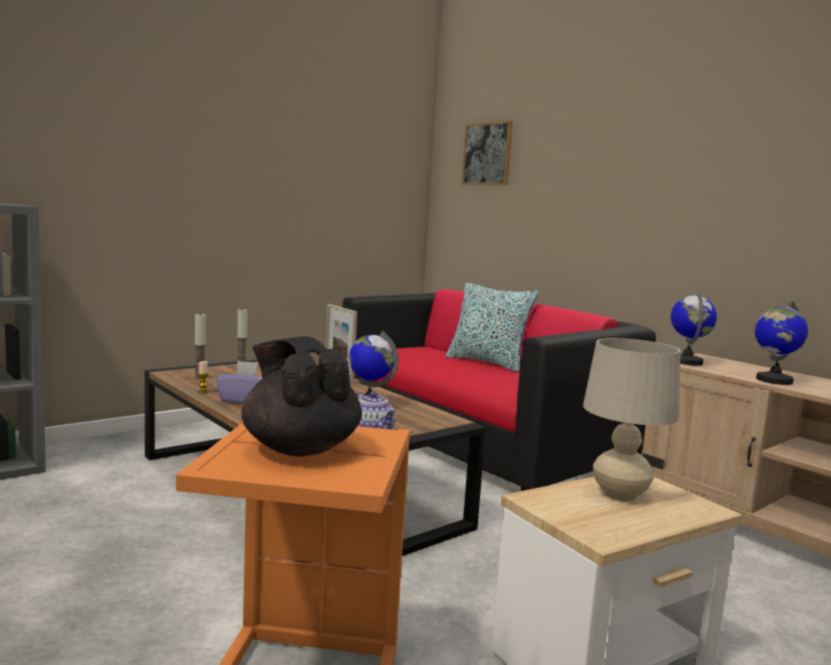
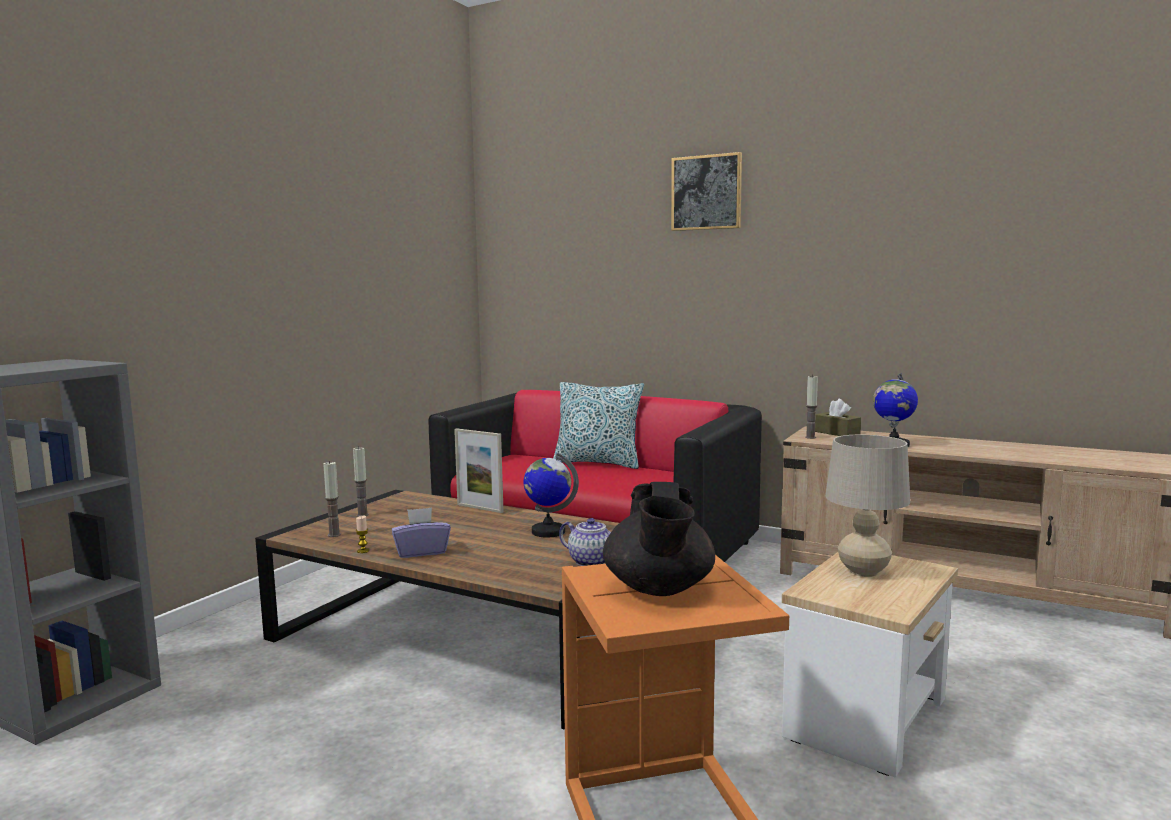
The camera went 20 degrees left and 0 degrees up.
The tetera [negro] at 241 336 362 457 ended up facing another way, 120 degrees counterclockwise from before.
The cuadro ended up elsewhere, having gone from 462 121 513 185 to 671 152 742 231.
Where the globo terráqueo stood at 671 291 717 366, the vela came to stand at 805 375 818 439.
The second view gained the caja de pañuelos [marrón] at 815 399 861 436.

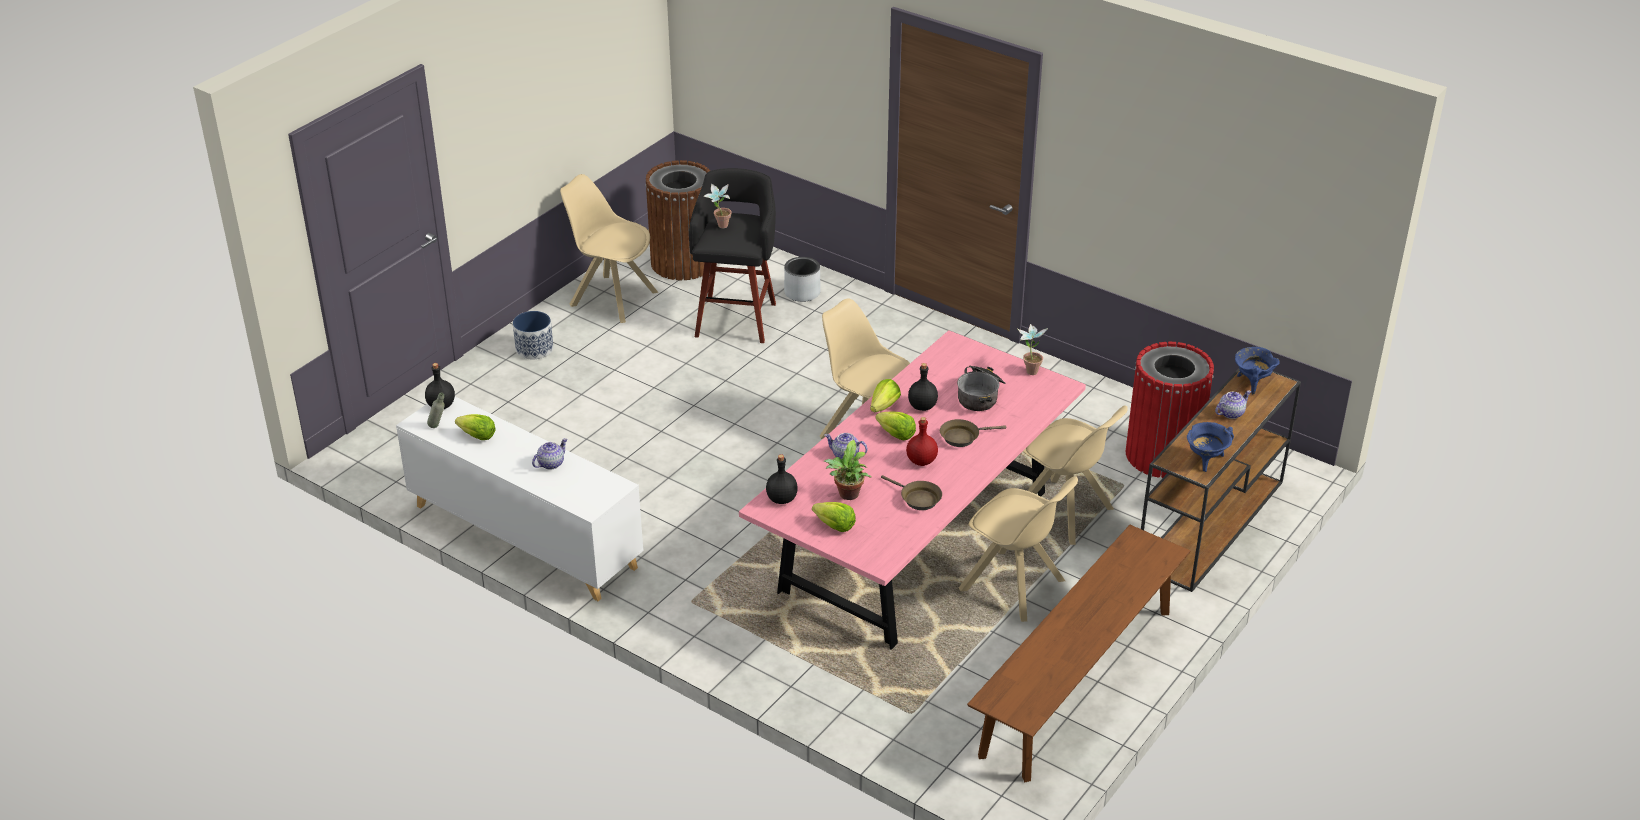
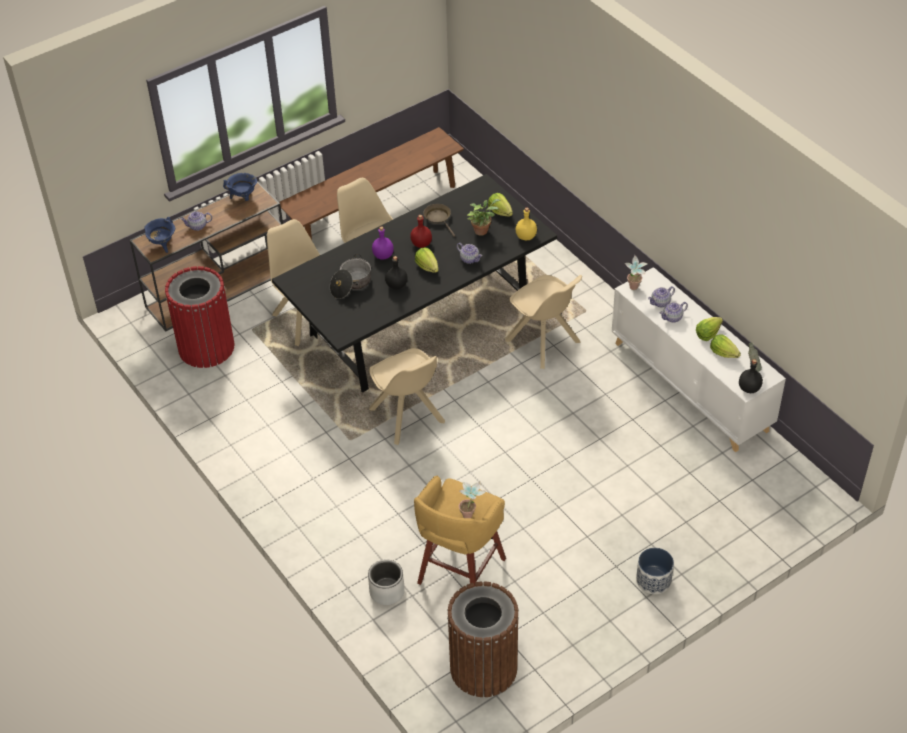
The camera went 160 degrees left and 10 degrees up.
What was the mesa de comedor [rosa] at 739 330 1086 650 turned into the mesa de comedor [negro] at 272 174 557 393.
Where the sartén [marrón] stood at 940 419 1006 447, the botella [morado] came to stand at 372 226 394 259.
What was the taburete [negro] at 689 168 776 343 turned into the taburete [amarillo] at 414 475 506 587.
The silla [beis] ended up elsewhere, having gone from 560 174 659 323 to 505 275 582 369.
What was the botella [negro] at 766 455 798 504 turned into the botella [amarillo] at 516 208 537 240.
The planta en maceta ended up elsewhere, having gone from 1018 324 1048 375 to 625 255 647 290.
The second view gained the tetera at 648 286 675 307.
The lechuga ended up elsewhere, having gone from 870 379 901 412 to 696 317 723 341.

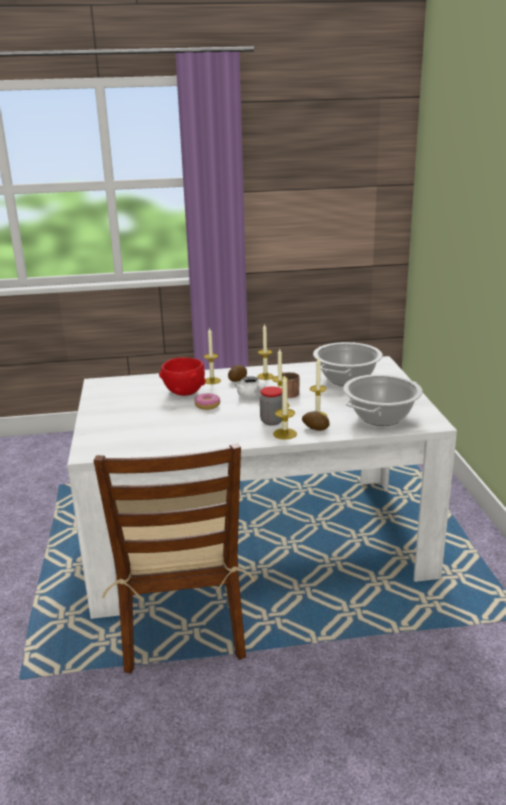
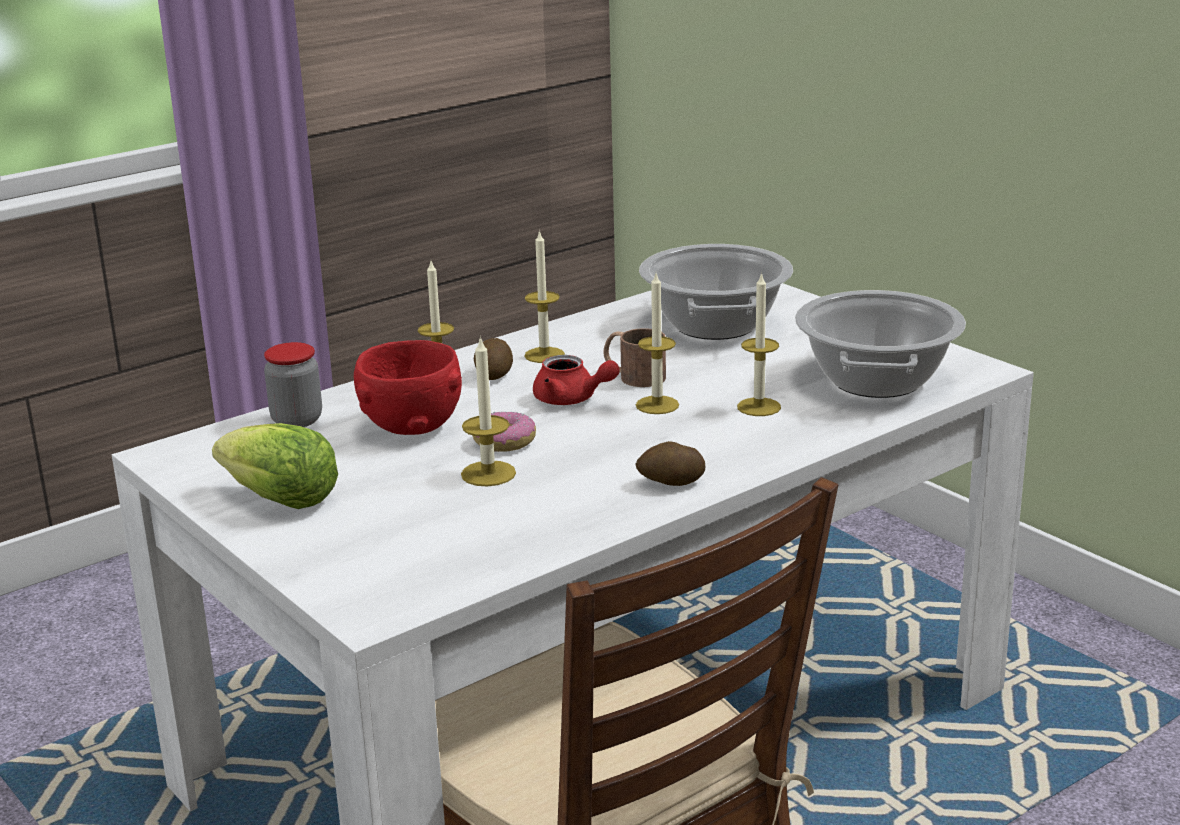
The camera went 30 degrees left and 0 degrees up.
The second view gained the lechuga at 212 423 338 509.
The tarro ended up elsewhere, having gone from 260 386 282 425 to 264 342 322 427.
The vela ended up elsewhere, having gone from 273 376 297 440 to 461 336 516 486.
What was the tetera [blanco] at 235 376 266 398 turned into the tetera [rojo] at 533 355 620 405.
The patata ended up elsewhere, having gone from 302 411 329 431 to 635 441 705 486.

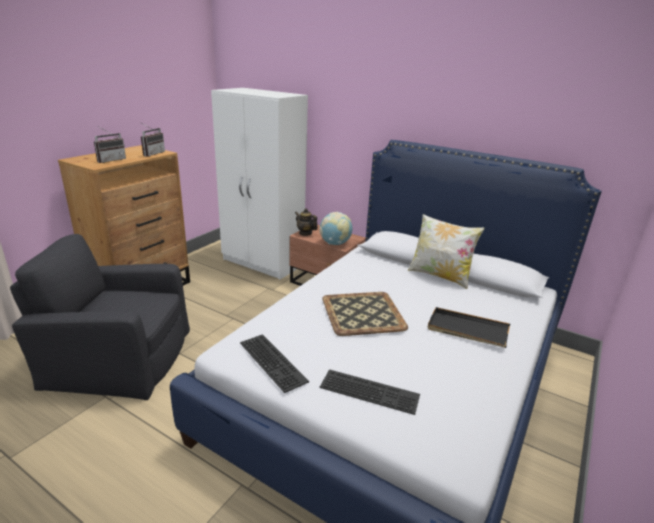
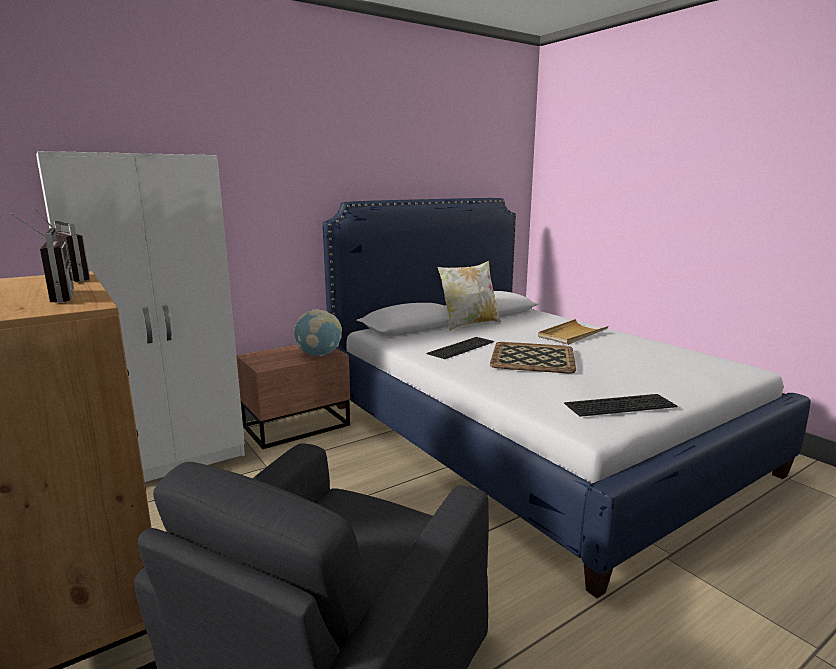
The camera went 65 degrees left and 10 degrees down.
The teclado ended up elsewhere, having gone from 320 369 420 415 to 427 337 494 359.
What was the bandeja [negro] at 428 307 510 348 turned into the bandeja [beis] at 538 319 609 345.
The second view lost the tetera at 295 208 318 236.

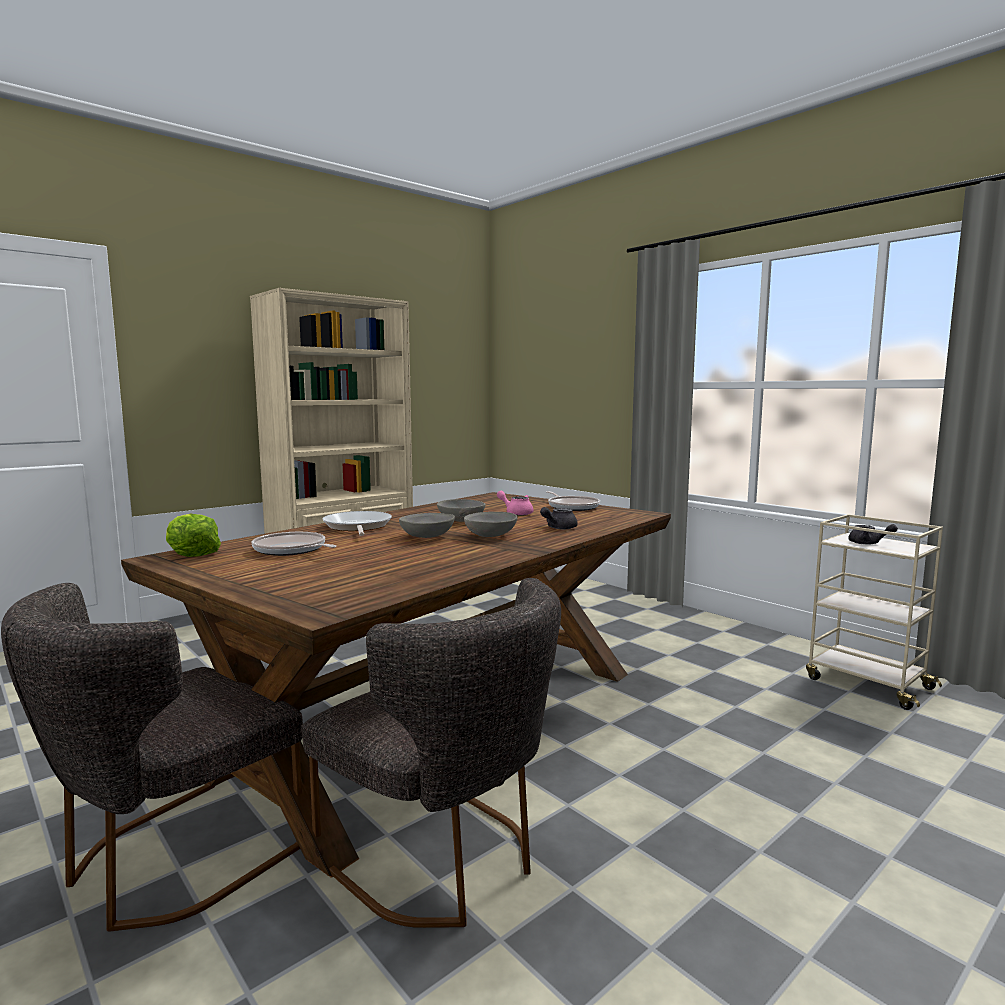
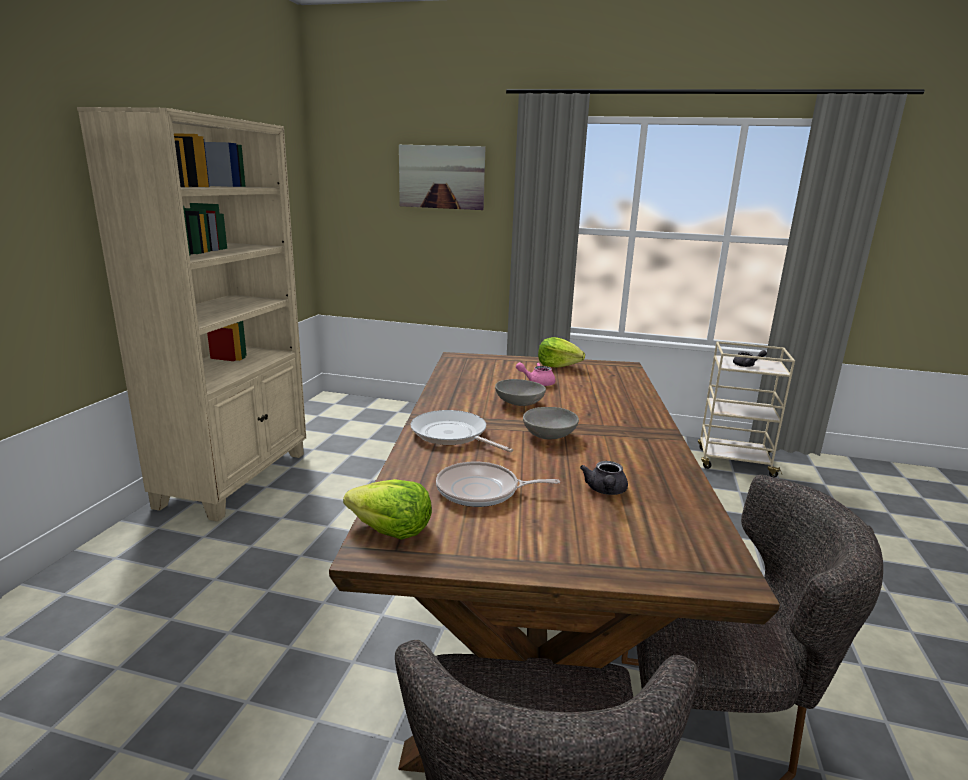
The camera went 35 degrees left and 10 degrees up.
The second view gained the cuadro at 399 145 485 210.
Where the sartén stood at 546 491 600 511, the lechuga came to stand at 538 337 585 368.
The tetera [gris] ended up elsewhere, having gone from 540 507 578 529 to 580 461 628 495.
The second view lost the cuenco [gris] at 464 512 518 537.

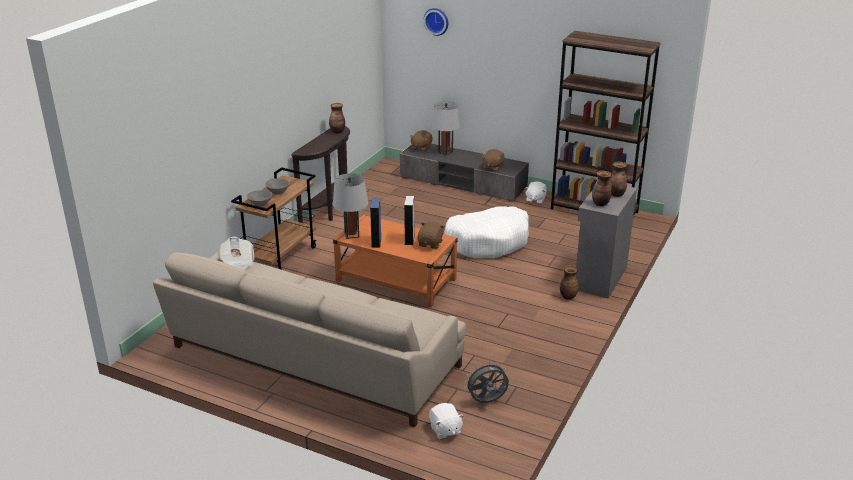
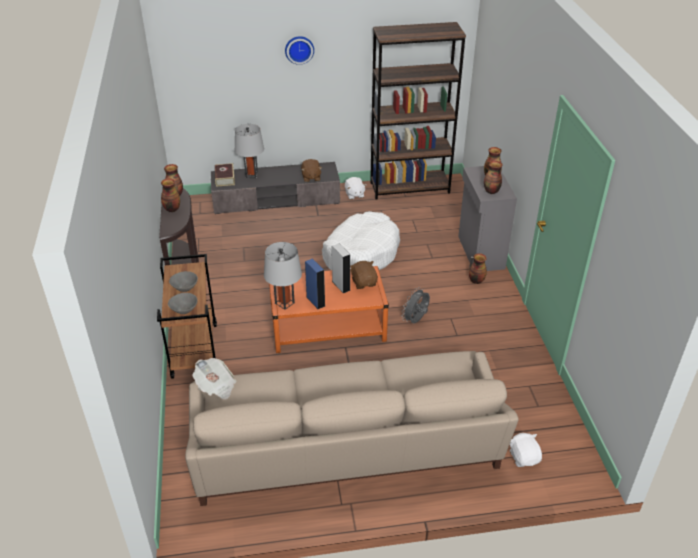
The camera went 35 degrees left and 10 degrees up.
The second view gained the florero at 161 178 180 212.
Where the peluche [marrón] stood at 410 130 433 152, the libro came to stand at 215 163 235 187.
The reloj de pared ended up elsewhere, having gone from 424 8 448 36 to 285 36 314 65.
The ventilador [gris] ended up elsewhere, having gone from 464 362 509 403 to 402 287 430 323.
The peluche [blanco] at 429 403 464 439 ended up facing another way, 135 degrees counterclockwise from before.

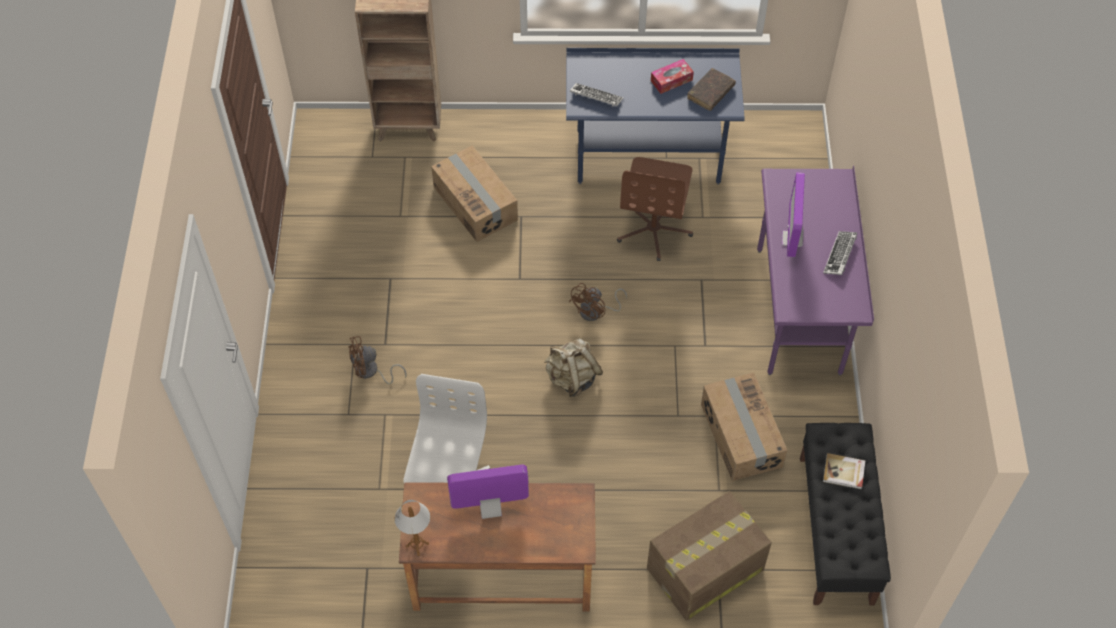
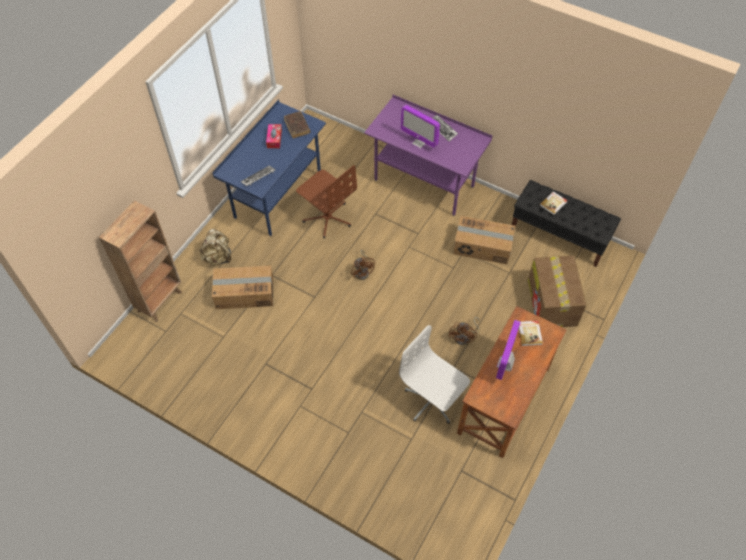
The camera went 60 degrees left and 0 degrees up.
The mochila [beis] ended up elsewhere, having gone from 544 338 603 397 to 199 229 231 266.
The ventilador [marrón] ended up elsewhere, having gone from 348 336 407 384 to 449 317 480 345.
The second view gained the libro at 519 321 543 346.
The second view lost the lámpara de mesa at 395 500 430 556.

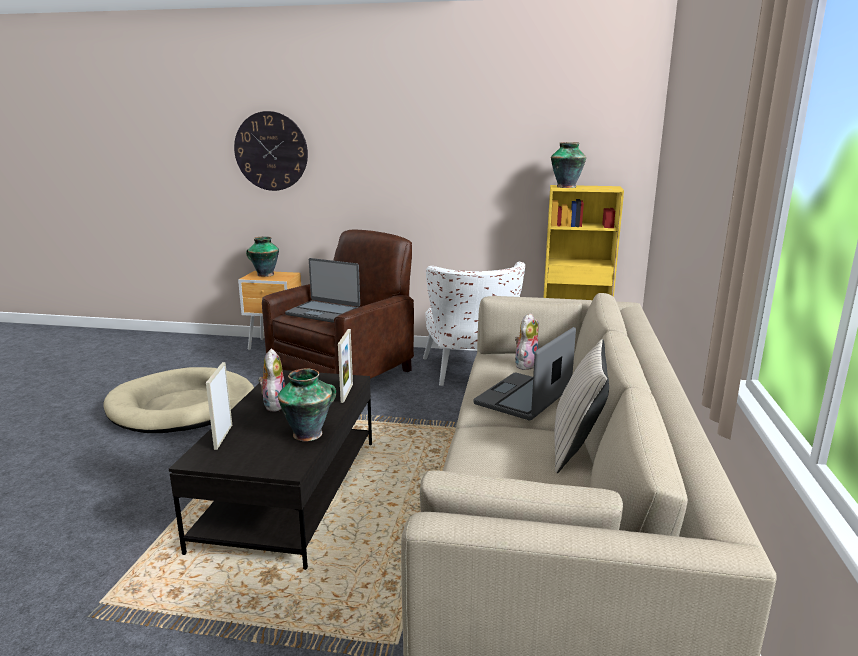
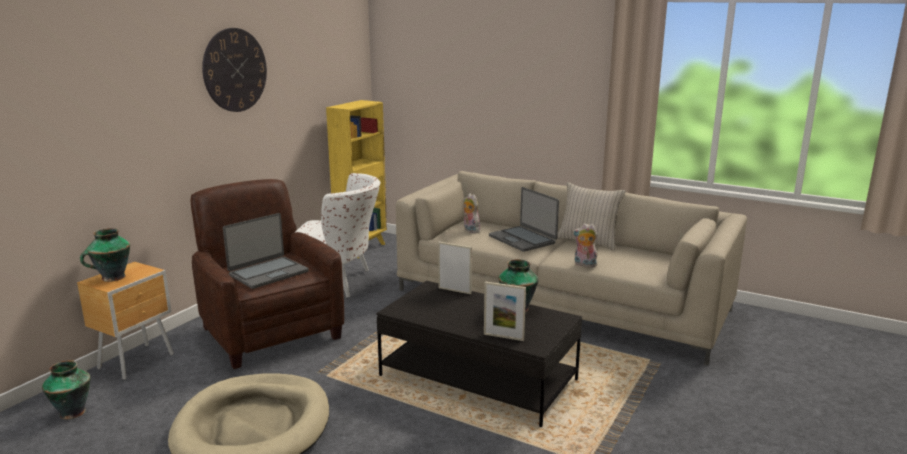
The camera went 70 degrees left and 0 degrees up.
The florero ended up elsewhere, having gone from 551 142 586 188 to 42 360 91 419.
The reloj de pared ended up elsewhere, having gone from 234 111 308 191 to 202 28 267 112.
The peluche ended up elsewhere, having gone from 258 349 285 412 to 572 223 598 267.

